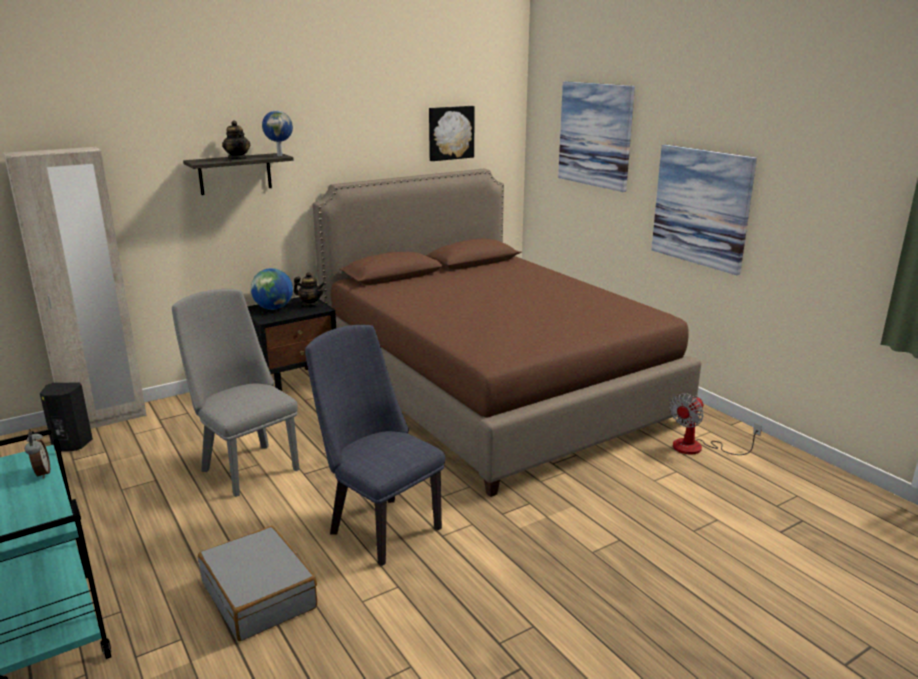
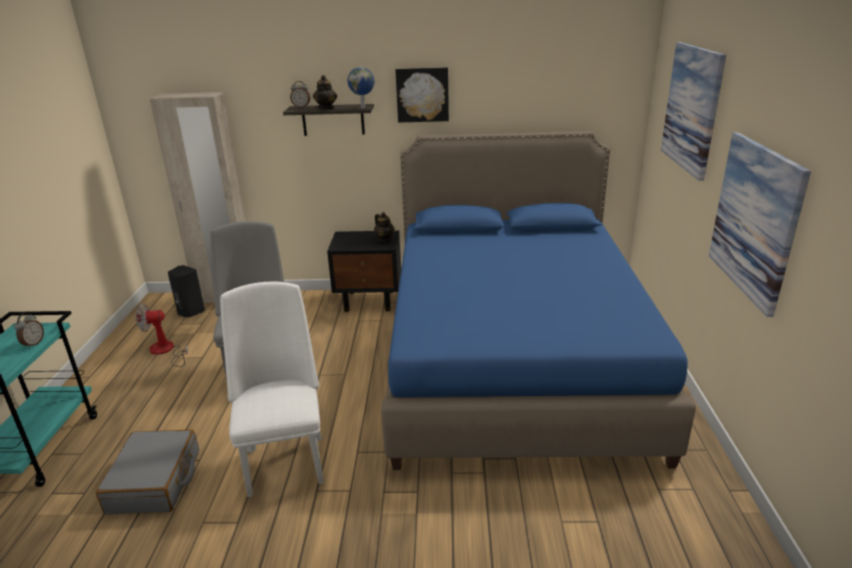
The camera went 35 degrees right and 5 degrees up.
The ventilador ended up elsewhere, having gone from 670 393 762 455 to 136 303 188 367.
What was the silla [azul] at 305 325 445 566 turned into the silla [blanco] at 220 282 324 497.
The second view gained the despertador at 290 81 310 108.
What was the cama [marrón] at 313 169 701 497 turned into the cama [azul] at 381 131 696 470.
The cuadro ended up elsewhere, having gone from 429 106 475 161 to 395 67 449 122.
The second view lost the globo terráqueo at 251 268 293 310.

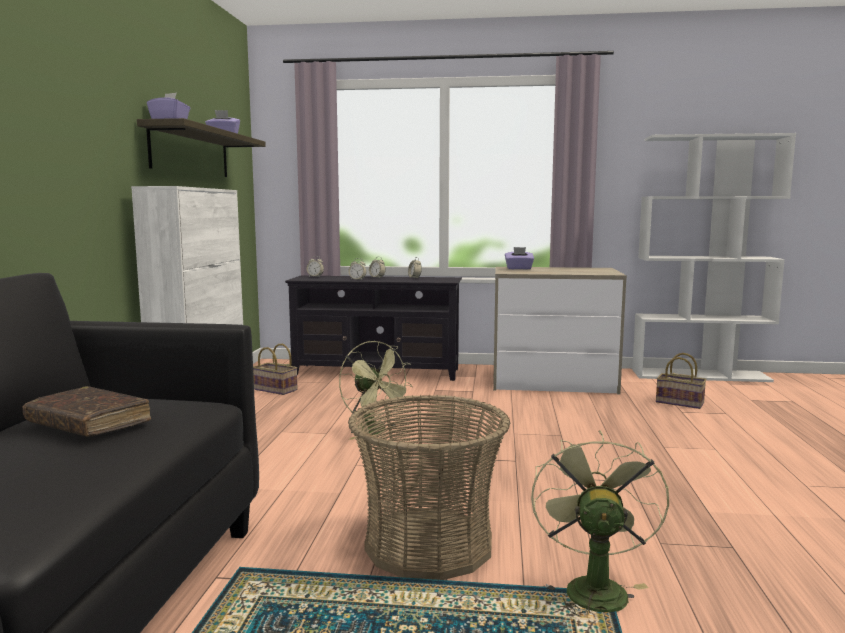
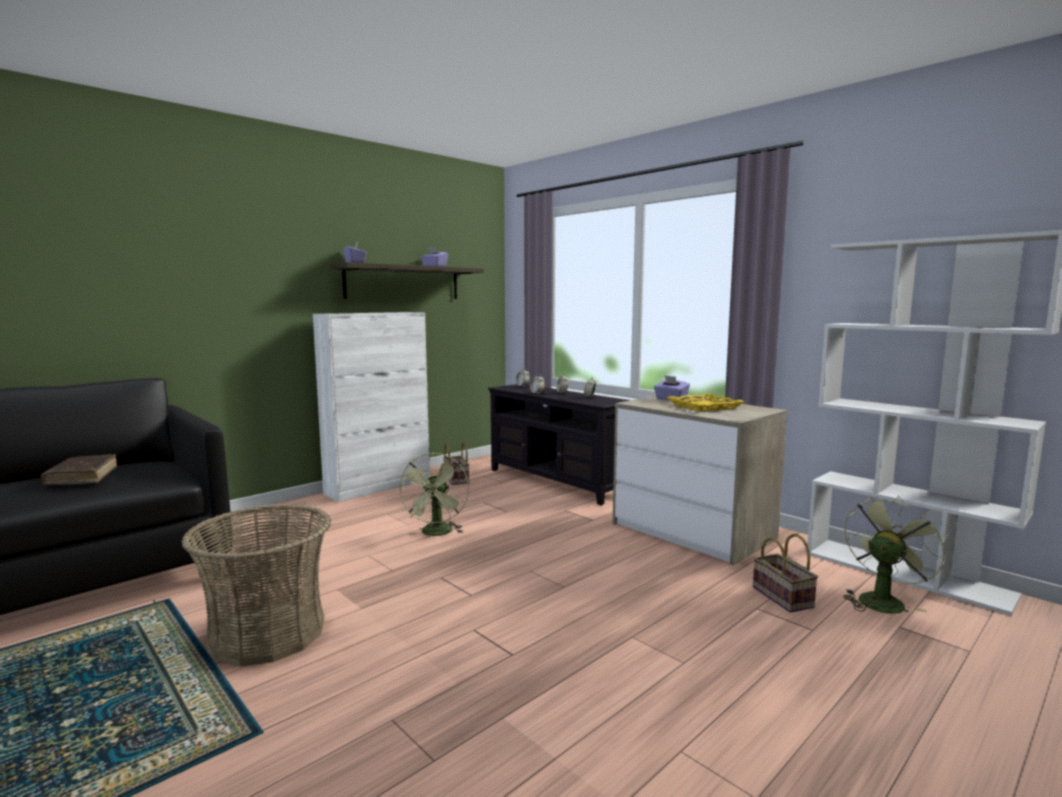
The camera went 40 degrees right and 0 degrees up.
The second view gained the bandeja [amarillo] at 667 393 744 412.
The ventilador [verde] ended up elsewhere, having gone from 531 430 669 616 to 843 495 947 614.

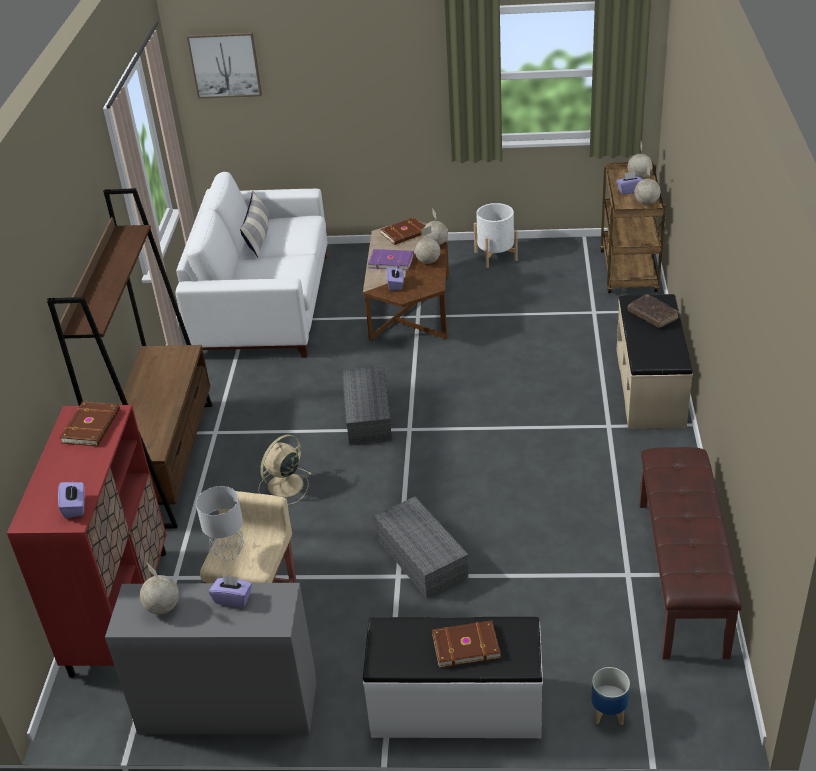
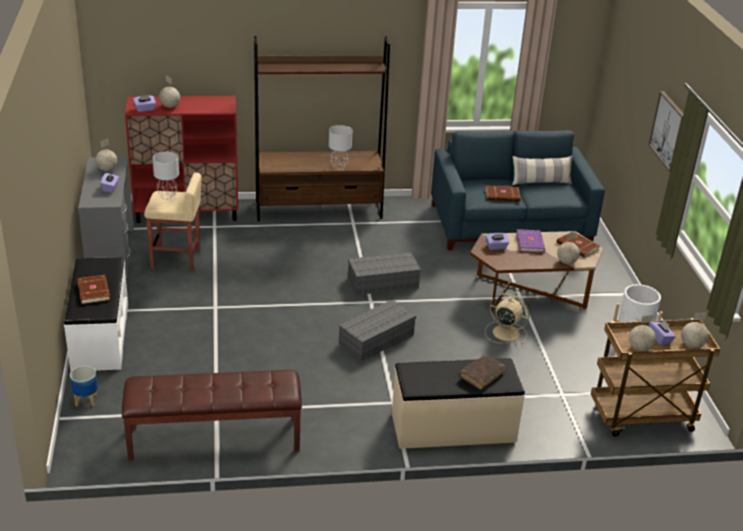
The camera went 75 degrees right and 5 degrees down.
The globo terráqueo ended up elsewhere, having gone from 415 226 440 264 to 159 76 180 108.
The second view gained the lámpara de mesa [gris] at 329 125 353 170.
The caja de almacenaje [gris] ended up elsewhere, having gone from 374 497 468 598 to 339 300 416 361.
What was the sofá [blanco] at 175 172 327 358 turned into the sofá [azul] at 431 130 605 250.
The libro [marrón] ended up elsewhere, having gone from 59 401 120 446 to 485 185 521 202.
The ventilador [beis] ended up elsewhere, having gone from 258 435 312 505 to 485 293 529 344.
The cuadro ended up elsewhere, having gone from 187 32 262 99 to 649 91 684 172.

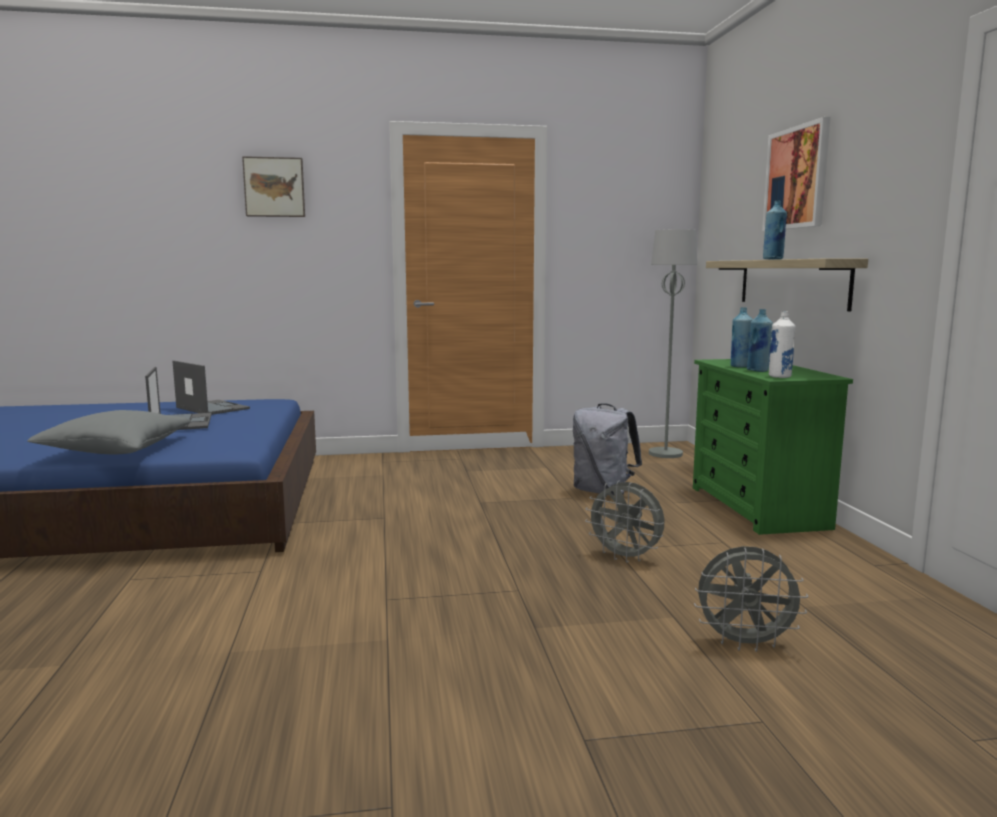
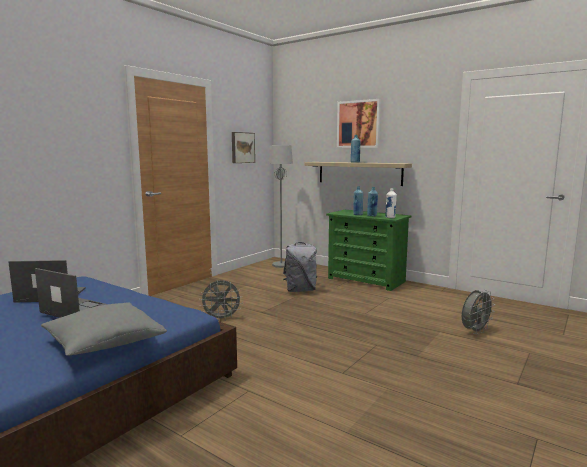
The camera went 45 degrees left and 0 degrees up.
The ventilador [gris] ended up elsewhere, having gone from 585 480 665 563 to 200 280 243 321.
The cuadro ended up elsewhere, having gone from 242 156 305 217 to 232 132 255 163.

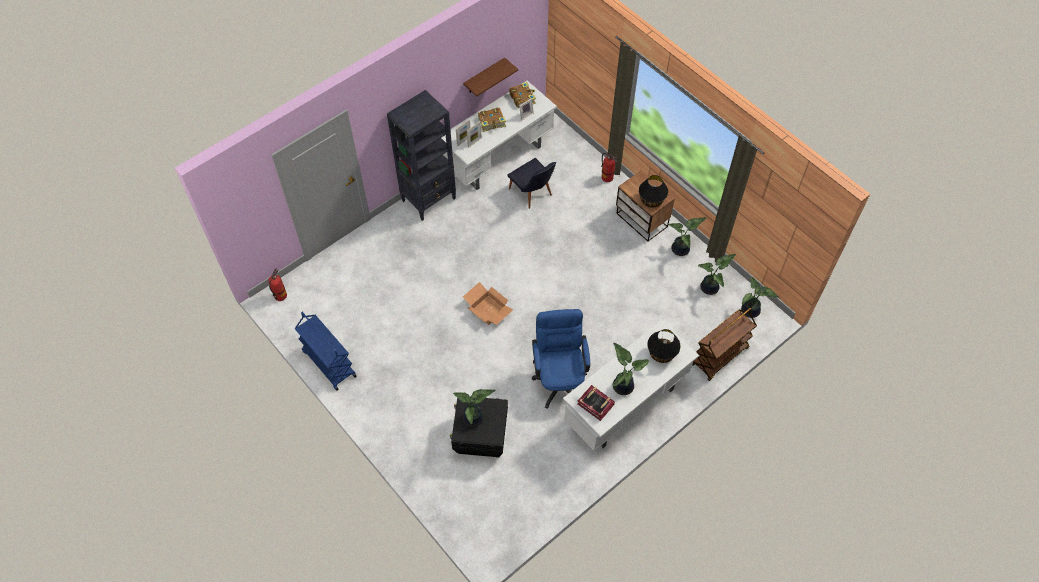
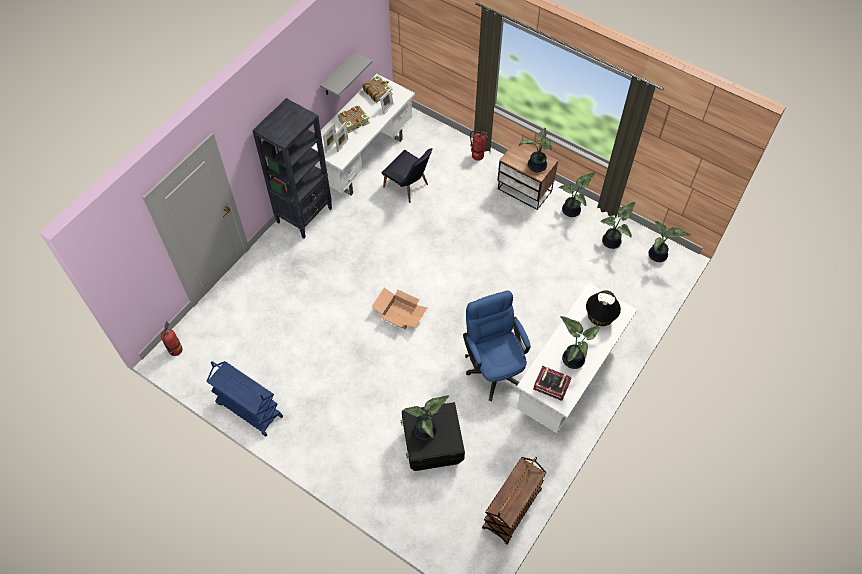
The camera went 15 degrees left and 0 degrees up.
What was the estante [marrón] at 463 57 518 96 turned into the estante [gris] at 320 52 372 96.
The carrito [marrón] ended up elsewhere, having gone from 692 308 757 381 to 482 456 547 544.
Where the lámpara de mesa [negro] stood at 639 175 668 208, the planta en maceta came to stand at 519 128 552 172.

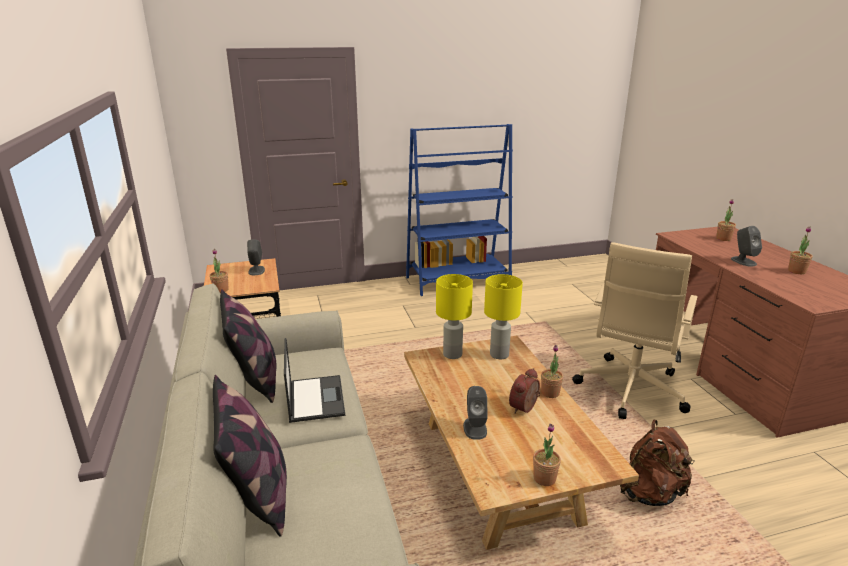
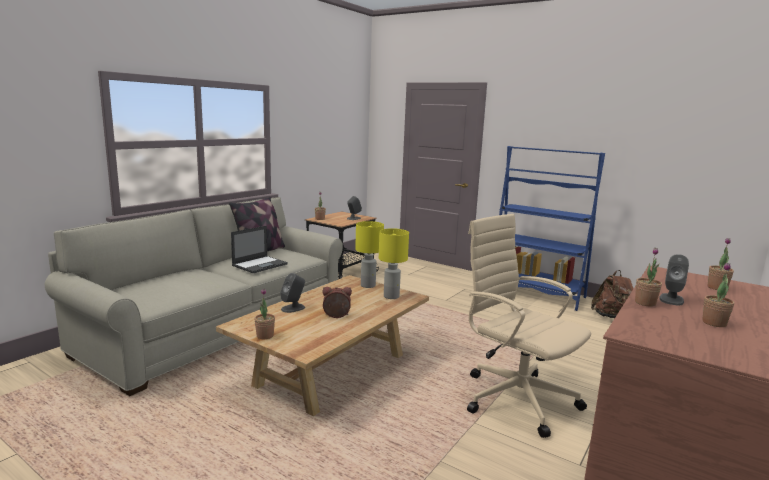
The camera went 50 degrees right and 10 degrees down.
The silla de oficina [beis] at 572 242 698 419 ended up facing another way, 60 degrees clockwise from before.
The mochila [marrón] ended up elsewhere, having gone from 620 420 694 506 to 591 270 633 318.
The planta en maceta ended up elsewhere, having gone from 541 345 563 398 to 635 248 662 307.
The second view lost the cojín at 213 375 287 537.

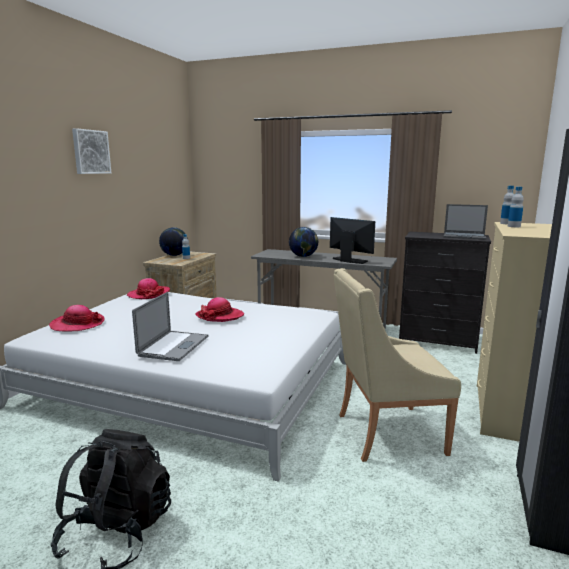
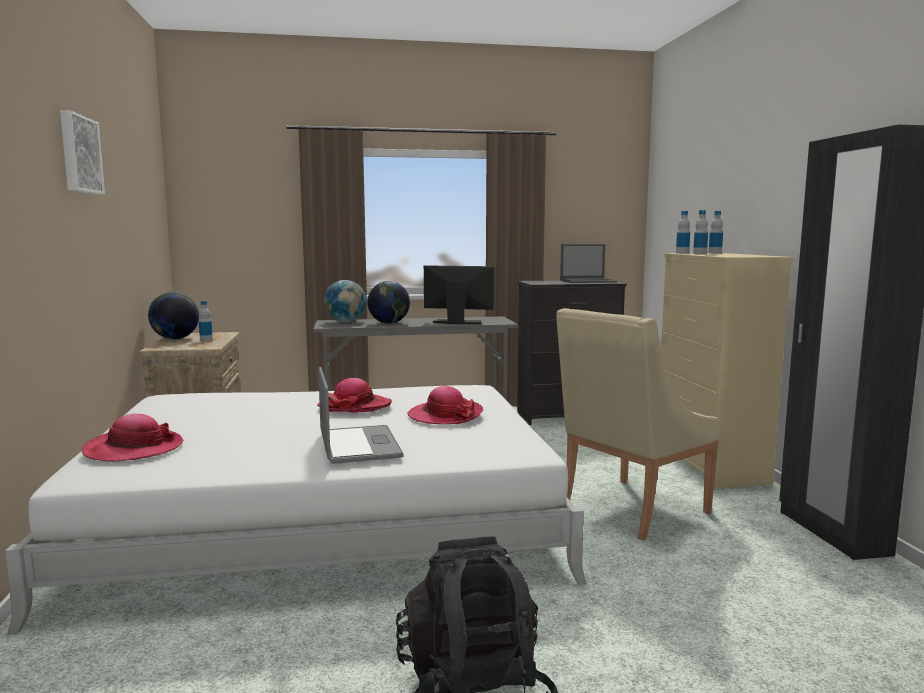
The camera went 30 degrees left and 5 degrees down.
The second view gained the globo terráqueo at 324 280 367 322.
The sombrero ended up elsewhere, having gone from 127 278 170 299 to 407 386 483 424.
The second view gained the botella at 709 211 723 254.

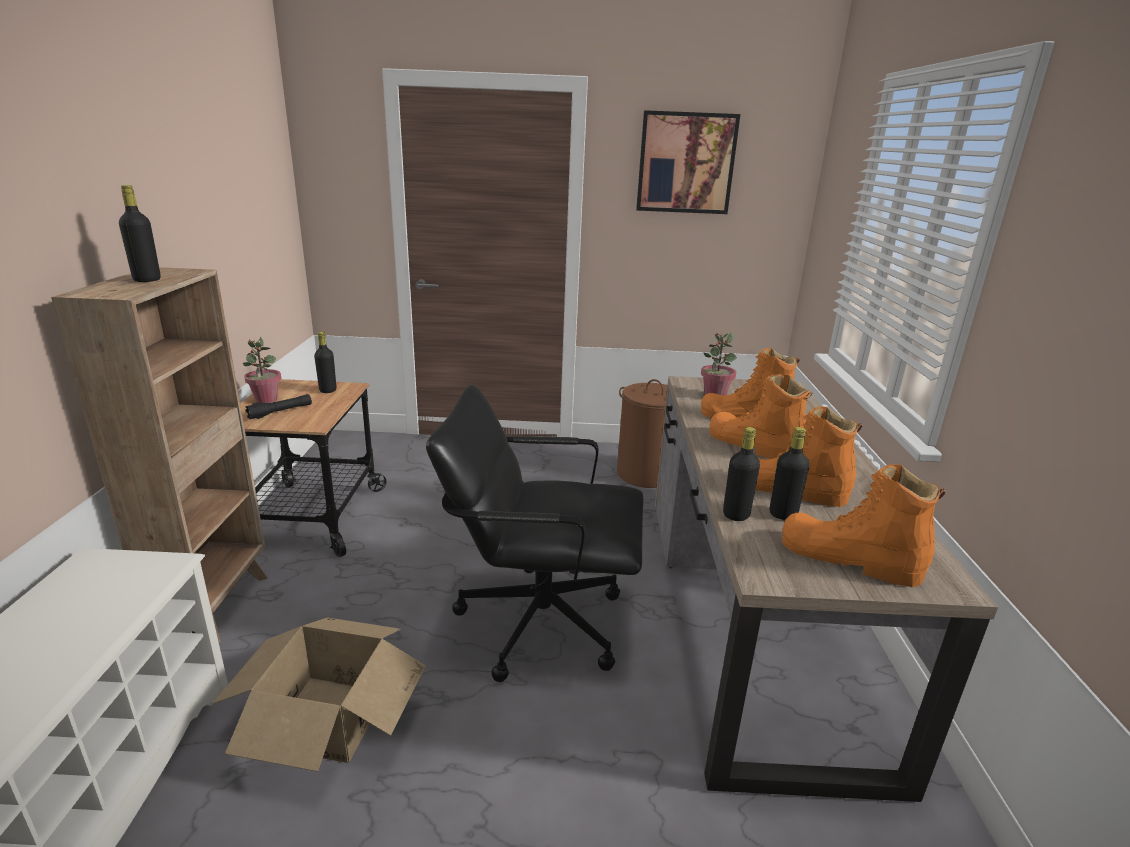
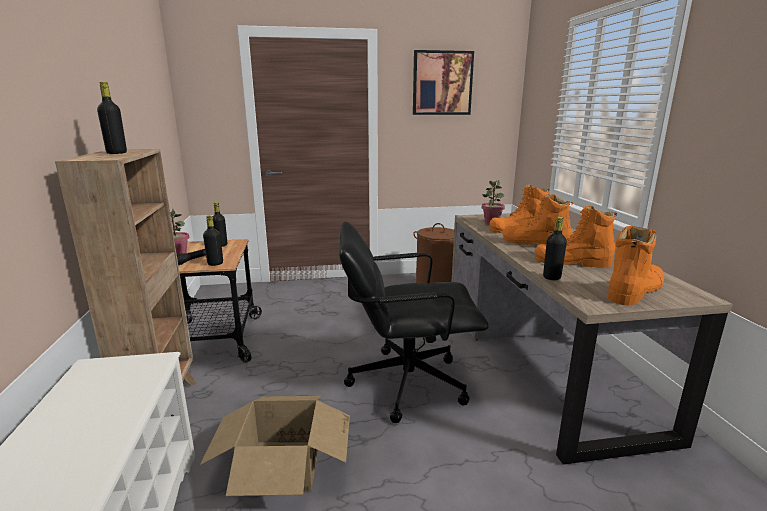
The camera went 10 degrees left and 5 degrees down.
The botella [negro] ended up elsewhere, having gone from 770 427 810 520 to 203 215 223 266.
The bota [naranja] at 782 464 945 587 ended up facing another way, 120 degrees clockwise from before.

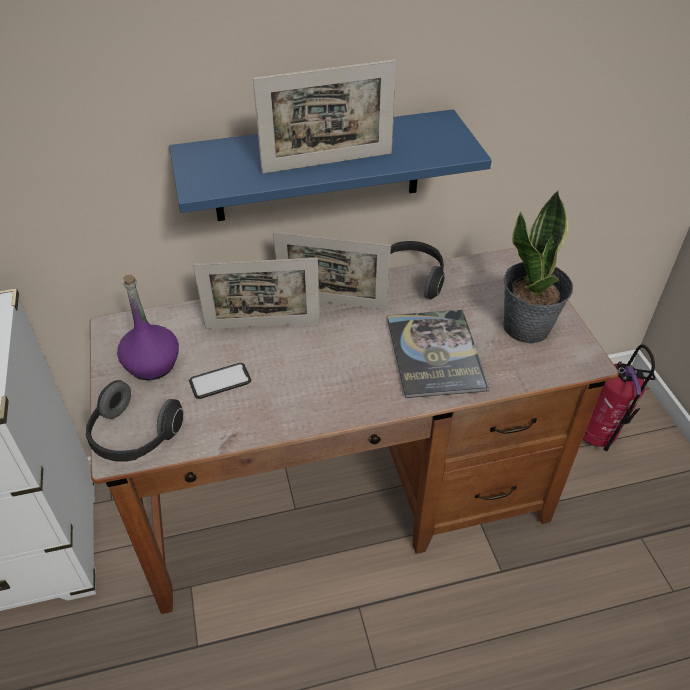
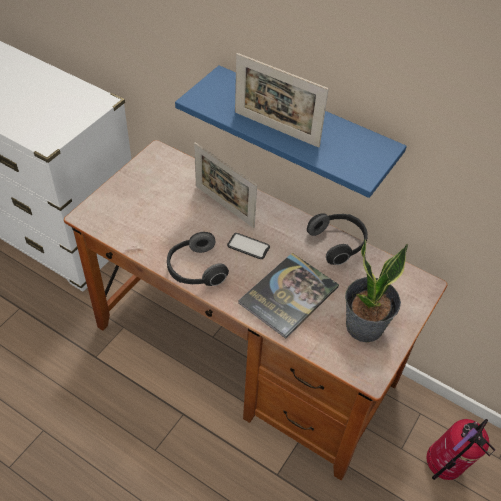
The camera went 45 degrees right and 5 degrees up.
The auriculares ended up elsewhere, having gone from 85 380 184 461 to 167 232 229 286.
The móvil ended up elsewhere, having gone from 189 363 251 399 to 227 233 270 259.
The second view lost the botella [morado] at 117 275 179 380.
The second view lost the portarretratos at 273 231 391 310.

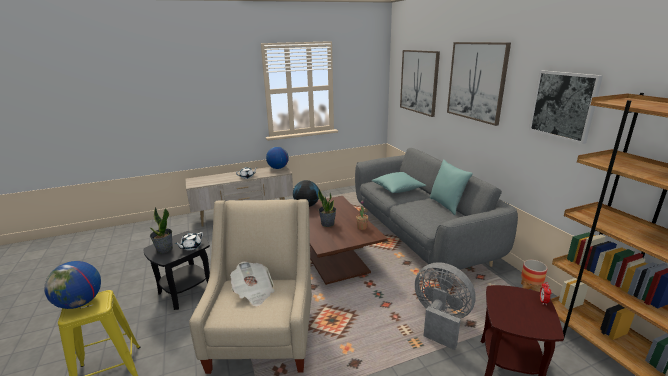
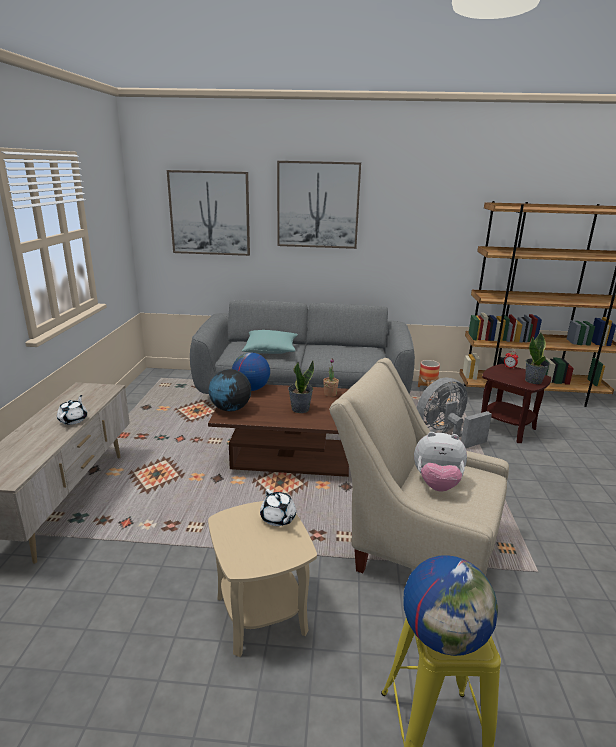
The camera went 65 degrees left and 0 degrees up.
What was the mesa auxiliar [negro] at 143 231 210 310 turned into the mesa auxiliar [beis] at 208 501 317 657.
The globo terráqueo ended up elsewhere, having gone from 266 147 289 169 to 232 352 270 391.
Where the periódico stood at 230 261 275 307, the peluche came to stand at 414 432 467 491.
The planta en maceta ended up elsewhere, having gone from 150 207 173 253 to 525 332 550 384.
The second view lost the cojín [turquesa] at 430 159 473 215.
The second view lost the cuadro at 529 70 603 144.

